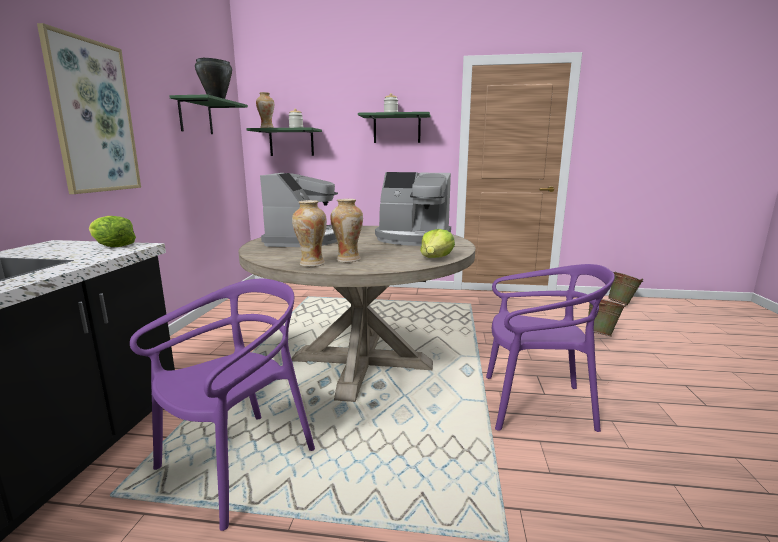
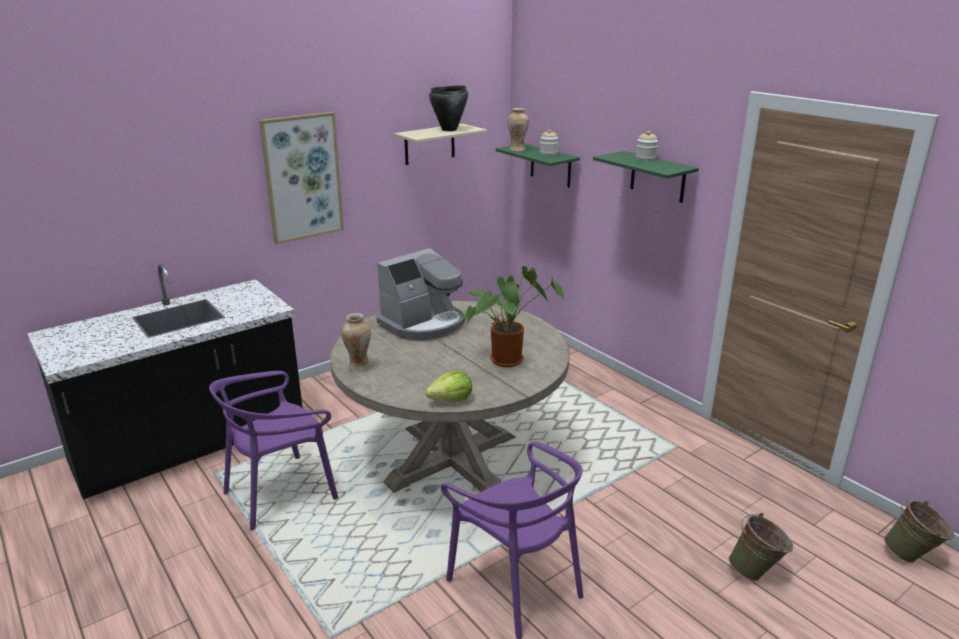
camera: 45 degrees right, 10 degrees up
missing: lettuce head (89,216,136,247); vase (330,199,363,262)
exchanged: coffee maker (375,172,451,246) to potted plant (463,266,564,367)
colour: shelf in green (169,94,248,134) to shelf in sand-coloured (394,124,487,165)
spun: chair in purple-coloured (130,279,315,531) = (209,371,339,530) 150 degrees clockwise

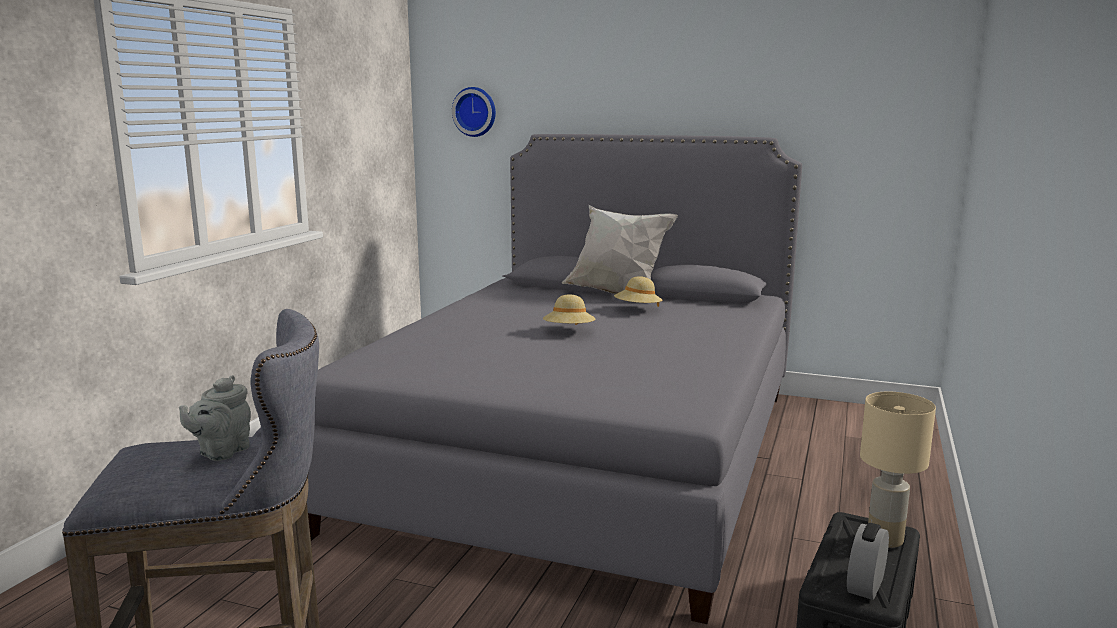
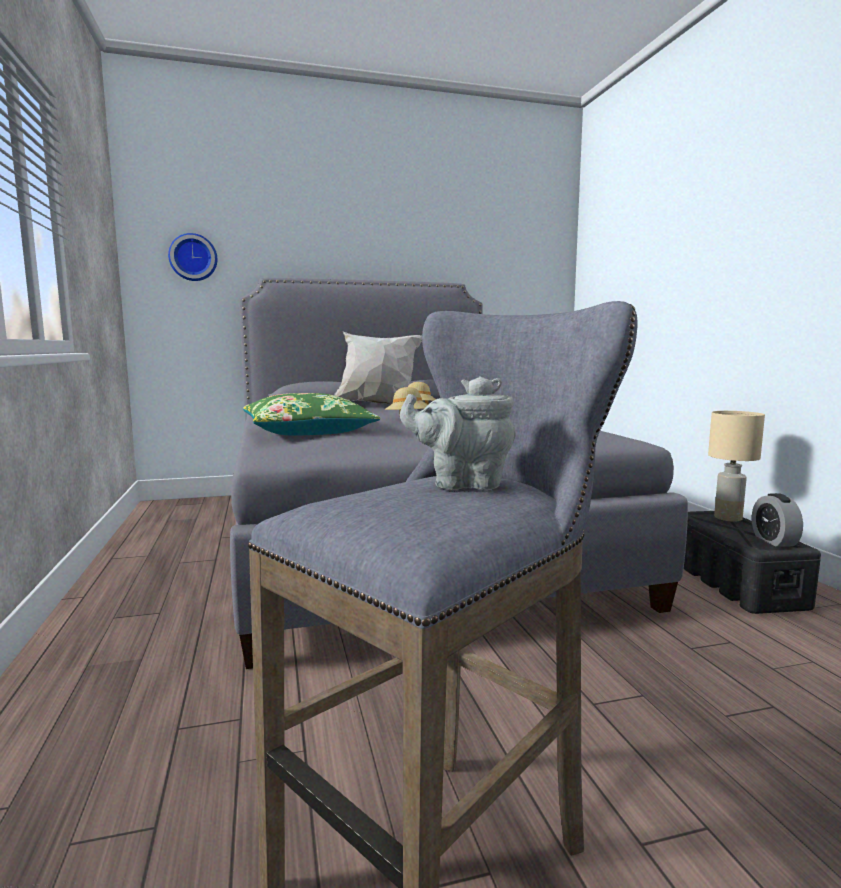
camera: 35 degrees left, 5 degrees down
appeared: throw pillow in green (243,393,380,436)
spun: tea pot in greyish (179,375,251,461) = (400,376,516,490) 105 degrees clockwise

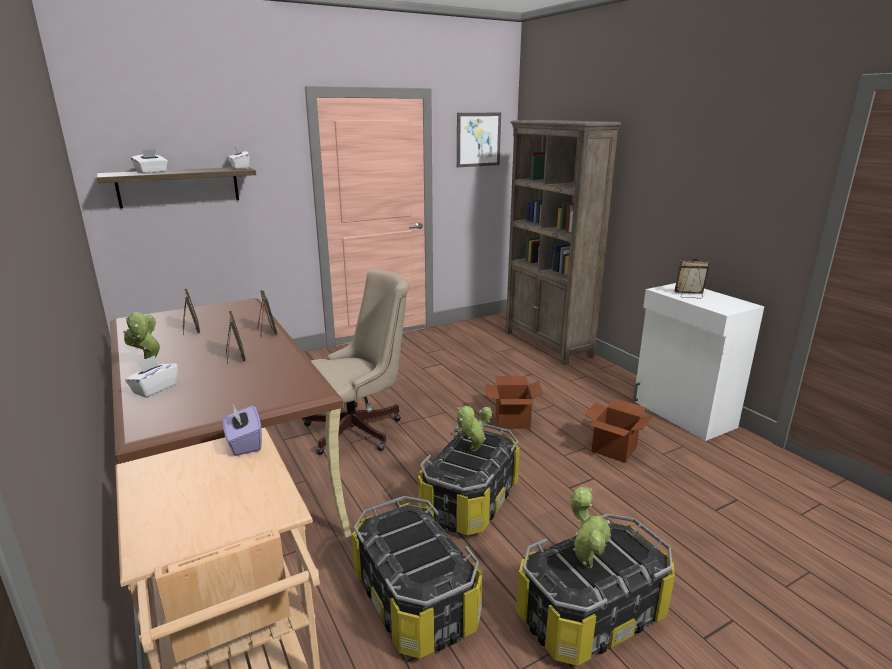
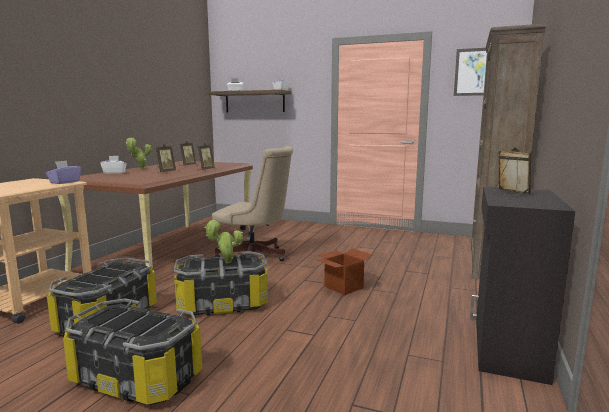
camera: 50 degrees right, 10 degrees down
missing: potted plant (571,487,611,568); carton (583,398,653,463)
colour: storage cabinet in whitish (632,283,764,441) to storage cabinet in blackish (470,187,575,385)

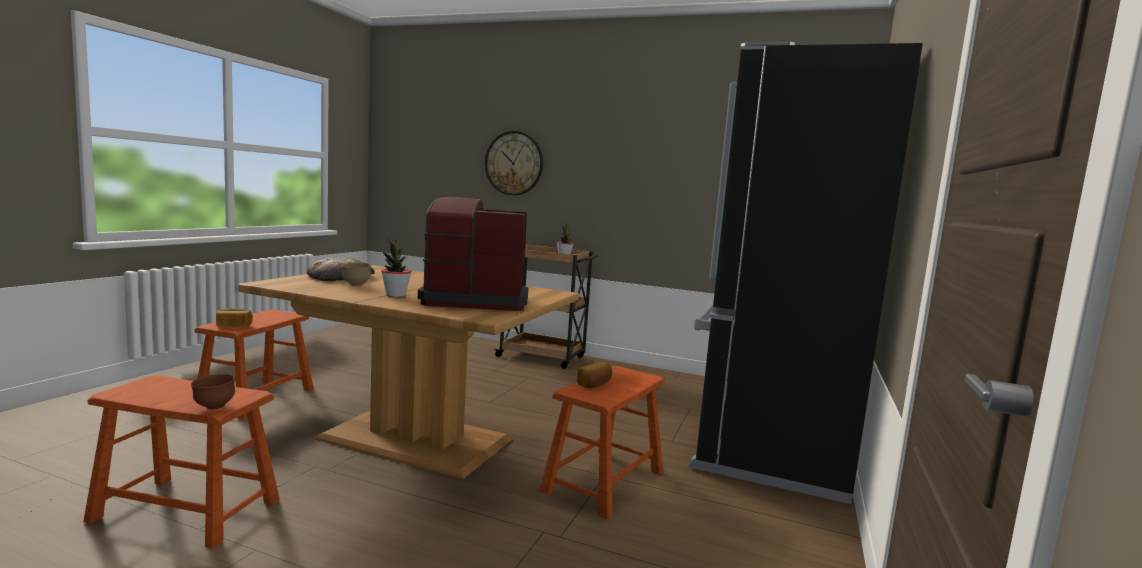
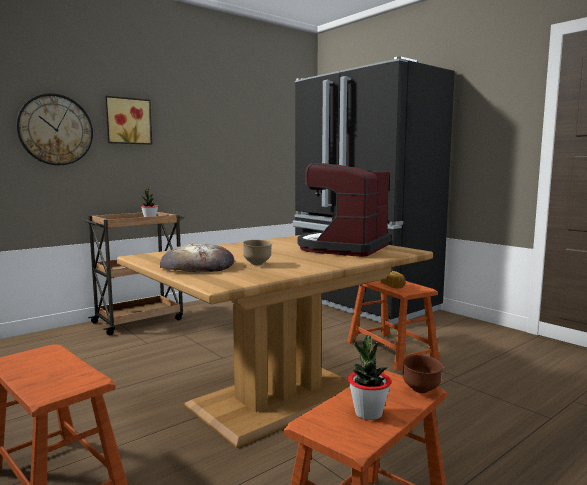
camera: 60 degrees left, 0 degrees up
missing: bakery bread (216,308,253,326)
appeared: picture (105,96,152,145)
relocated: potted plant (381,238,412,297) to (348,335,391,420)

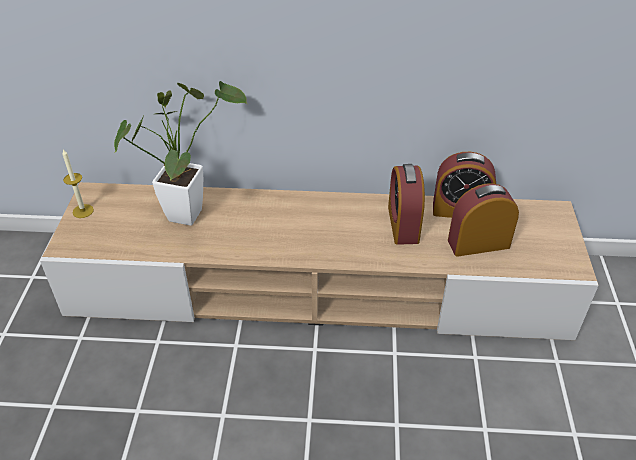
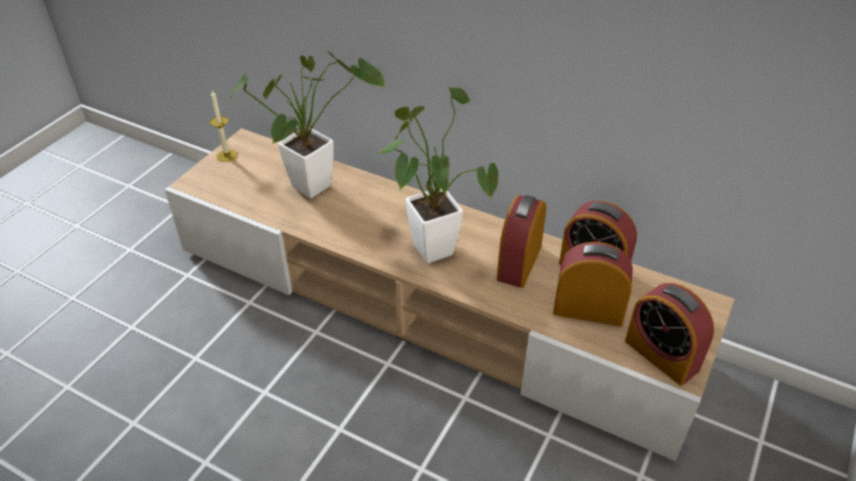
camera: 25 degrees right, 0 degrees up
appeared: potted plant (379,86,499,263); alarm clock (625,283,714,385)

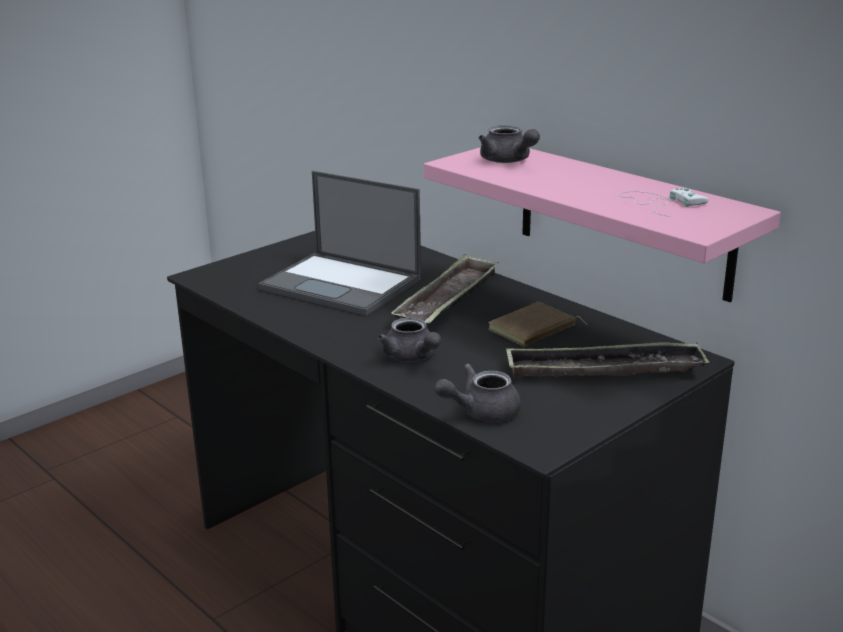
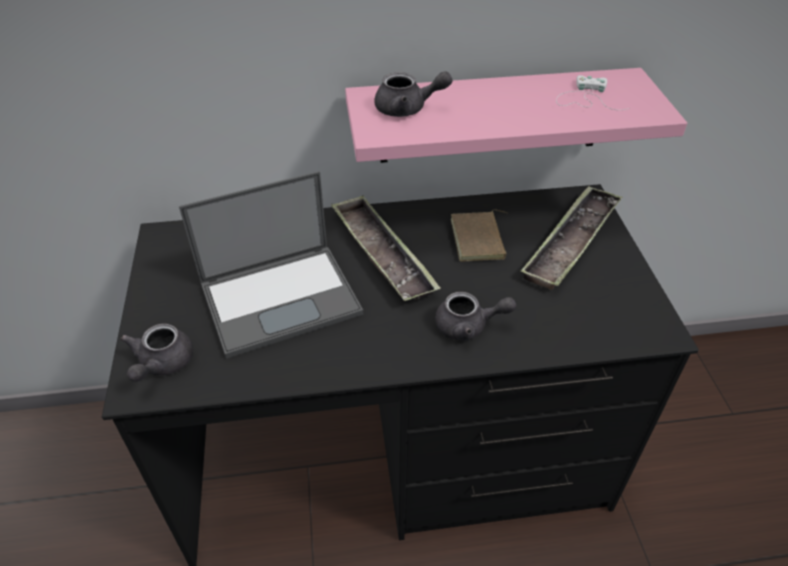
camera: 55 degrees left, 20 degrees up
relocated: tea pot in greyish (435,364,521,422) to (120,324,193,382)

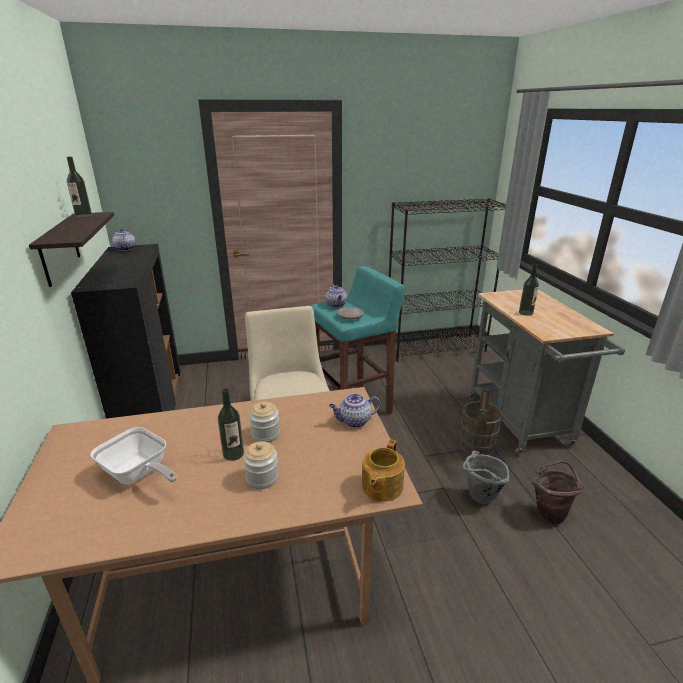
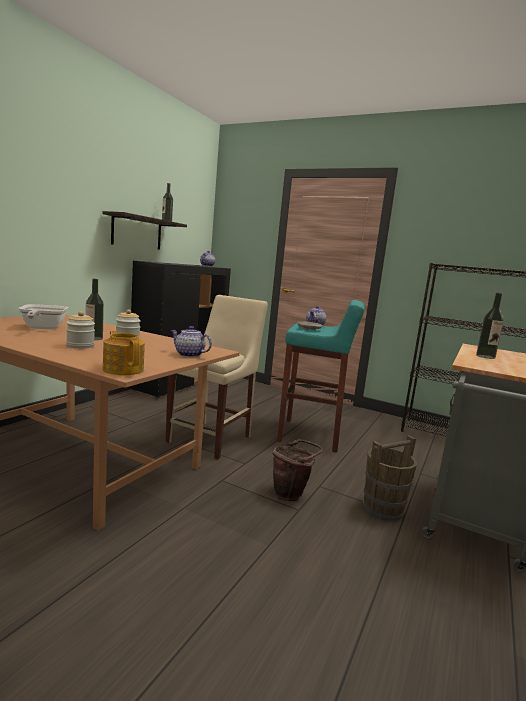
camera: 40 degrees right, 15 degrees down
missing: bucket in greyish (463,451,509,505)
relocated: bucket in brown-coloured (531,461,584,526) to (272,439,323,501)
spun: tea pot (362,439,405,502) = (103,331,145,375) 75 degrees clockwise

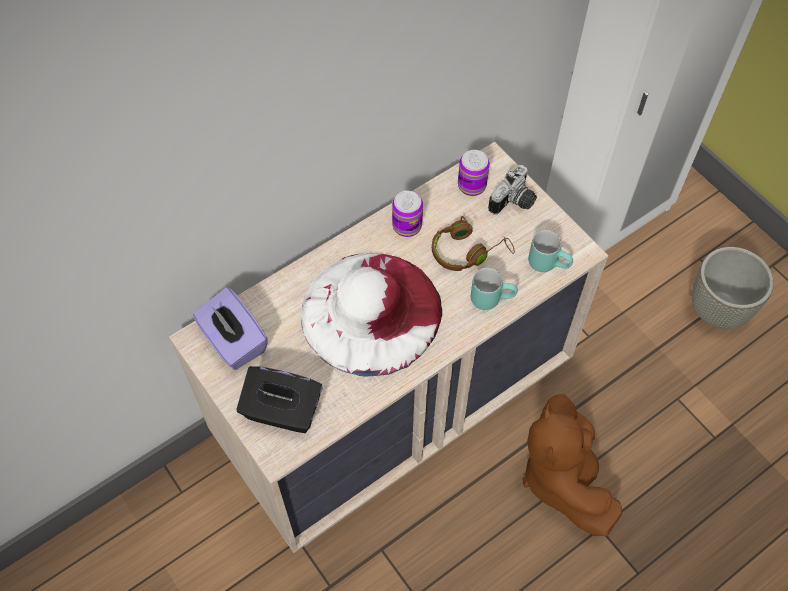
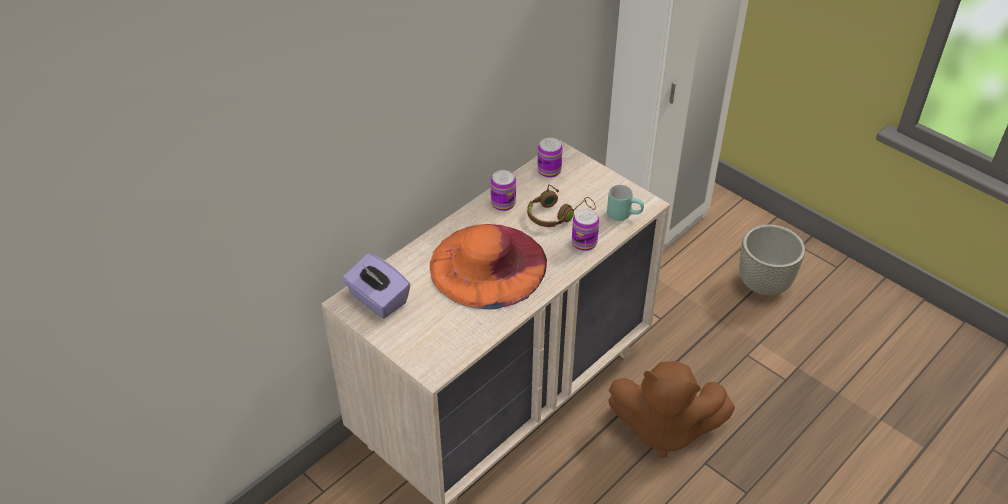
camera: 10 degrees left, 15 degrees down
missing: box of tissues in blackish (236,366,323,433); still camera (488,165,537,214)
exchanged: coffee mug in turquoise (471,268,518,310) to sealed can (572,209,599,251)
colour: hat in whitish (301,253,442,377) to hat in orange-coloured (430,224,547,310)
spun: plush toy in brown-coloured (523,394,622,536) = (608,361,735,458) 60 degrees counterclockwise

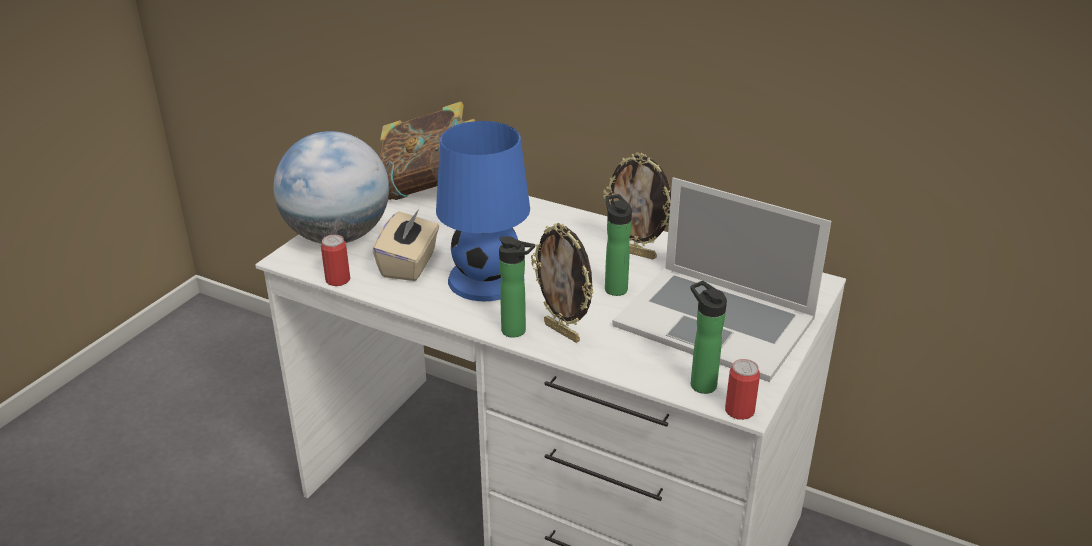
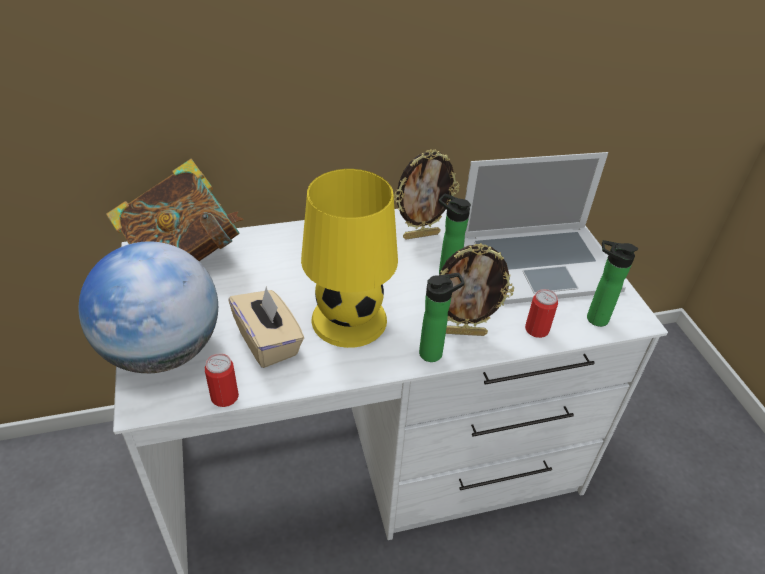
camera: 45 degrees left, 10 degrees up
relocated: sealed can (725,359,760,420) to (525,289,558,338)
colour: tabletop lamp in blue-coloured (436,121,530,301) to tabletop lamp in yellow (301,169,398,348)

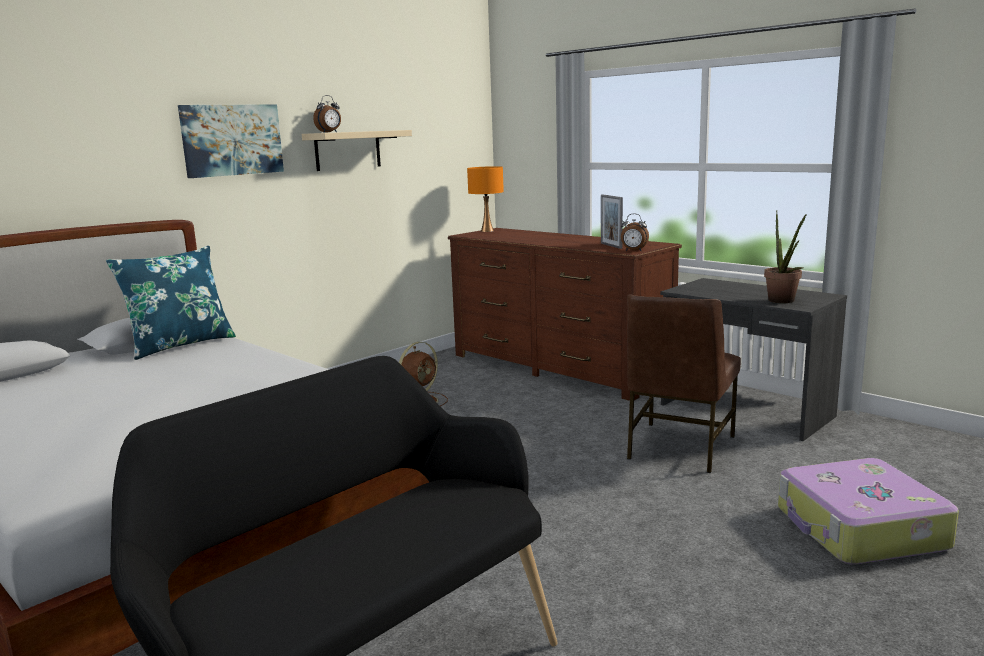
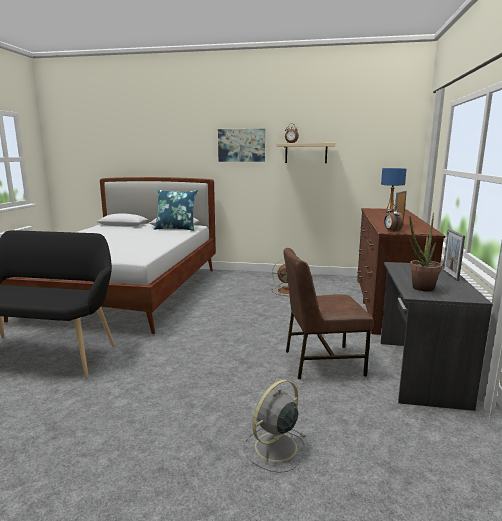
camera: 55 degrees right, 0 degrees up
appeared: picture frame (442,229,465,281)
exchanged: piece of luggage (778,458,959,565) to electric fan in greyish (244,380,305,473)
colour: tabletop lamp in orange-coloured (467,166,504,232) to tabletop lamp in blue-coloured (381,168,406,210)

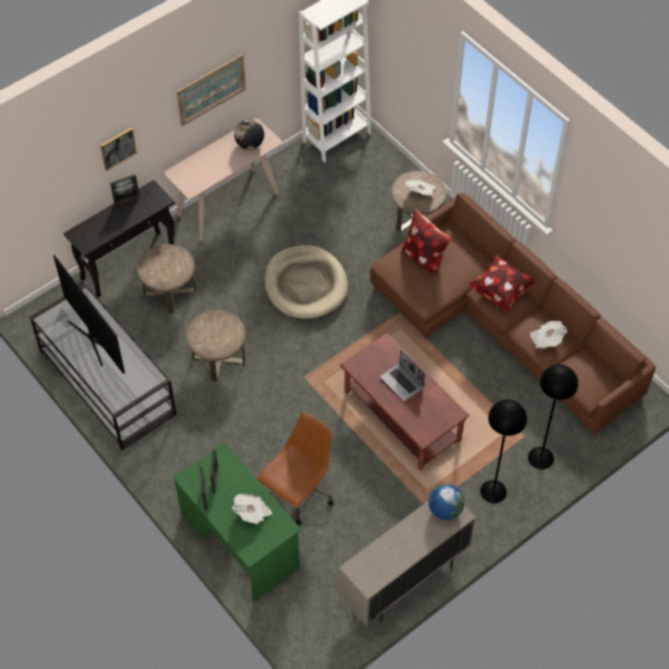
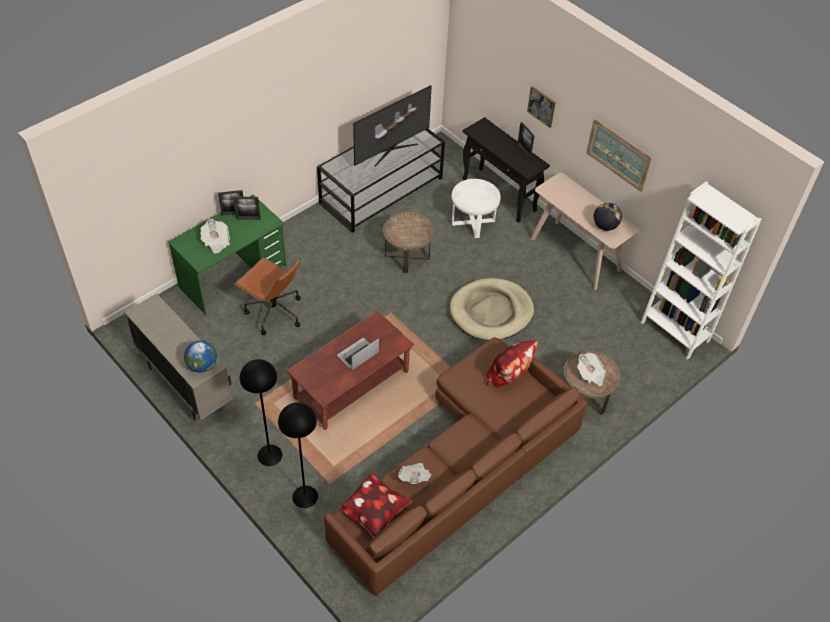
camera: 85 degrees right, 5 degrees down
relocated: throw pillow (469,255,534,311) to (339,473,413,537)
colour: end table in brown-coloured (137,244,196,313) to end table in whitish (452,179,501,238)

